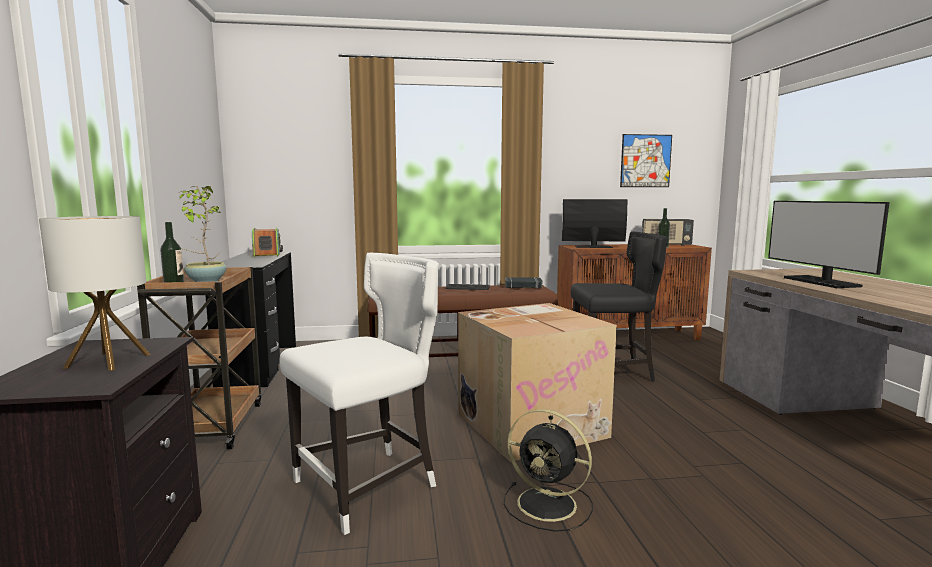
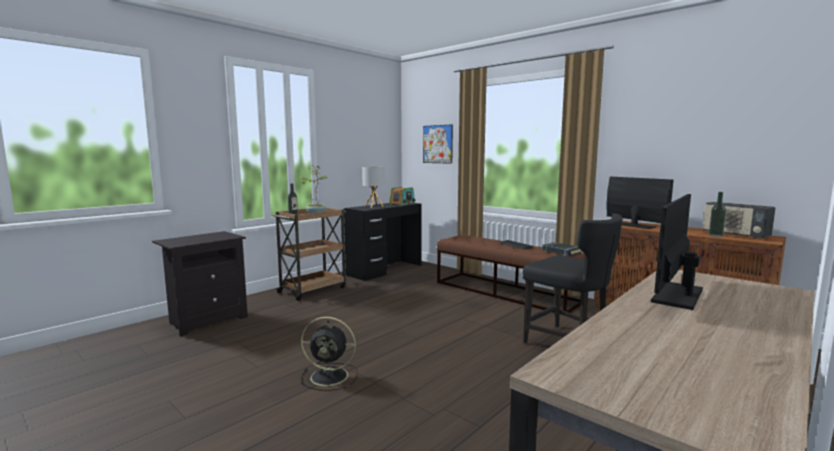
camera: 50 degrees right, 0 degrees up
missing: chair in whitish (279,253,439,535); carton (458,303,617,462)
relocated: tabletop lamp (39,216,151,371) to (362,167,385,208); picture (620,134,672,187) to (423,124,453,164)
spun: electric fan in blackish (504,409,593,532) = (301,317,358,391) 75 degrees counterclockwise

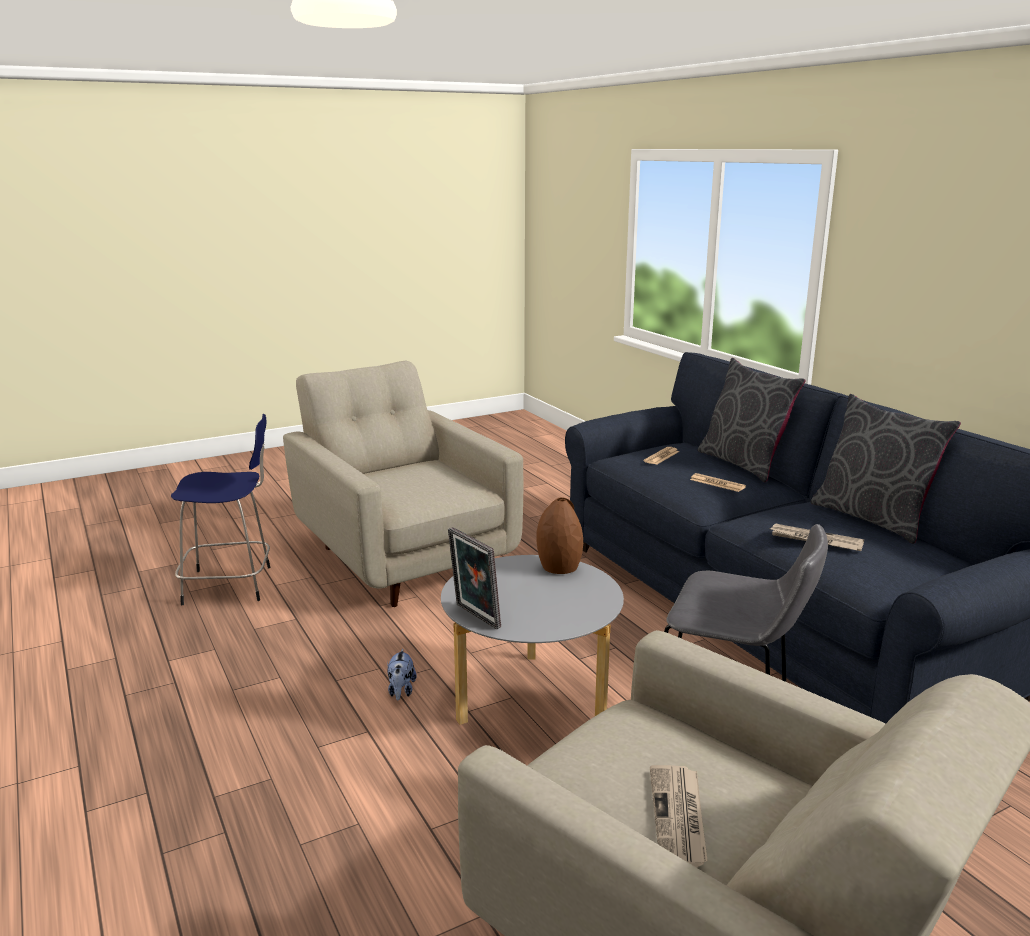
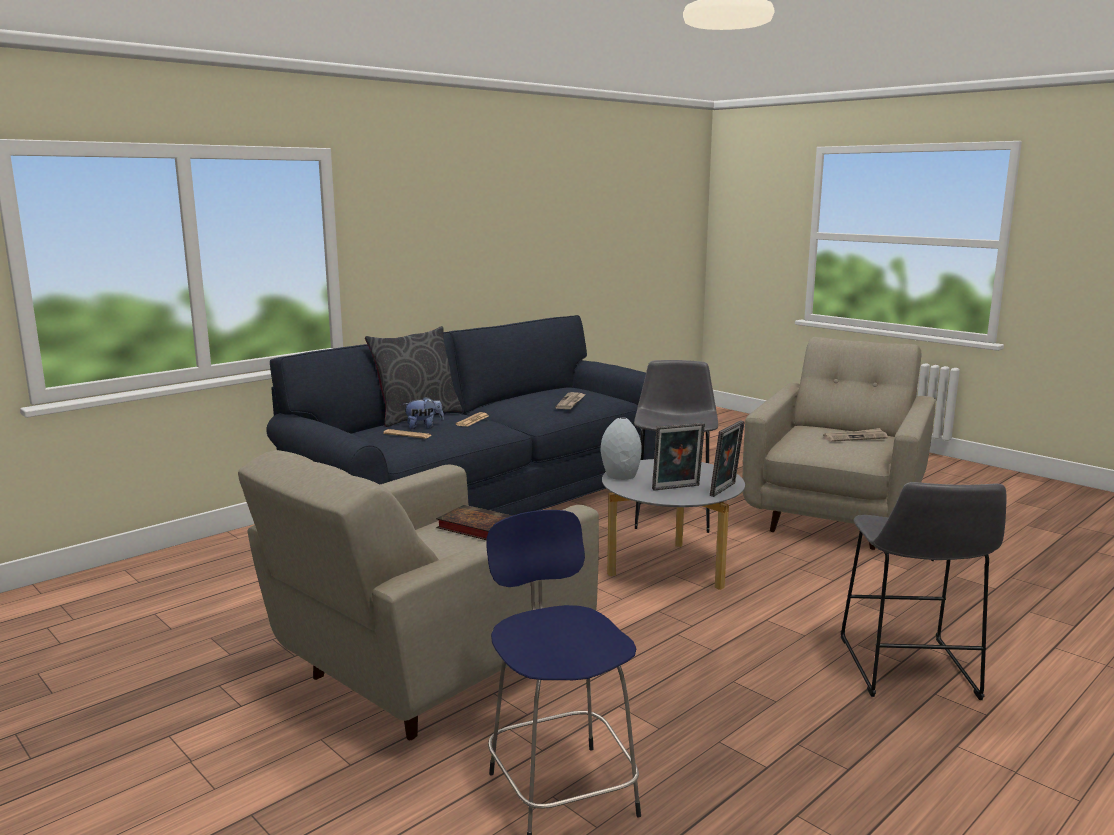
camera: 105 degrees left, 5 degrees down
missing: throw pillow in greyish (810,394,961,544)
appeared: book (436,505,512,540); picture frame (652,422,705,491); sitting stool in greyish (840,482,1007,700)
relocated: plush toy (387,649,417,700) to (403,396,444,429)
colour: vase in brown-coloured (536,497,583,574) to vase in greyish (601,417,642,480)

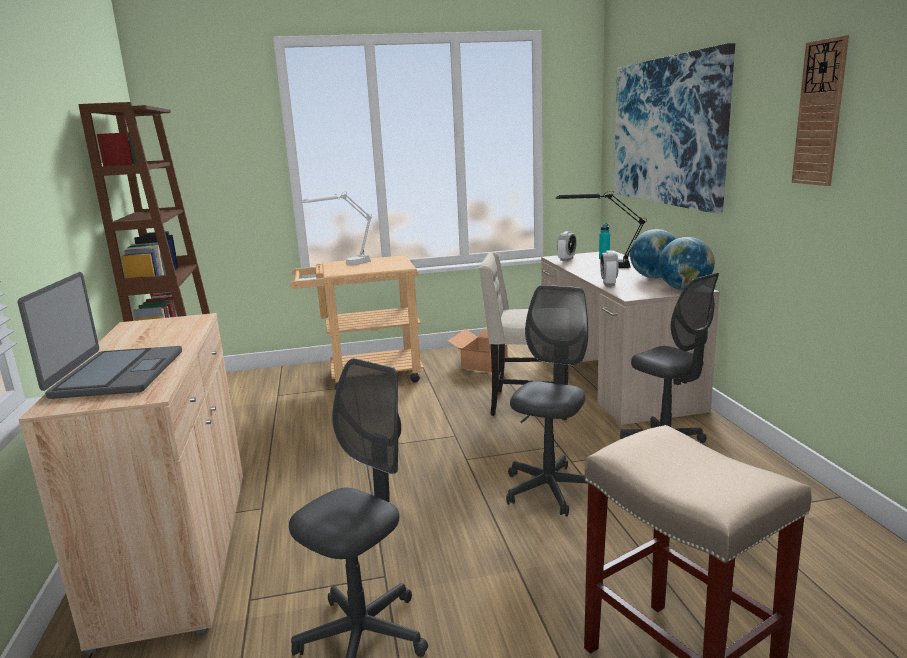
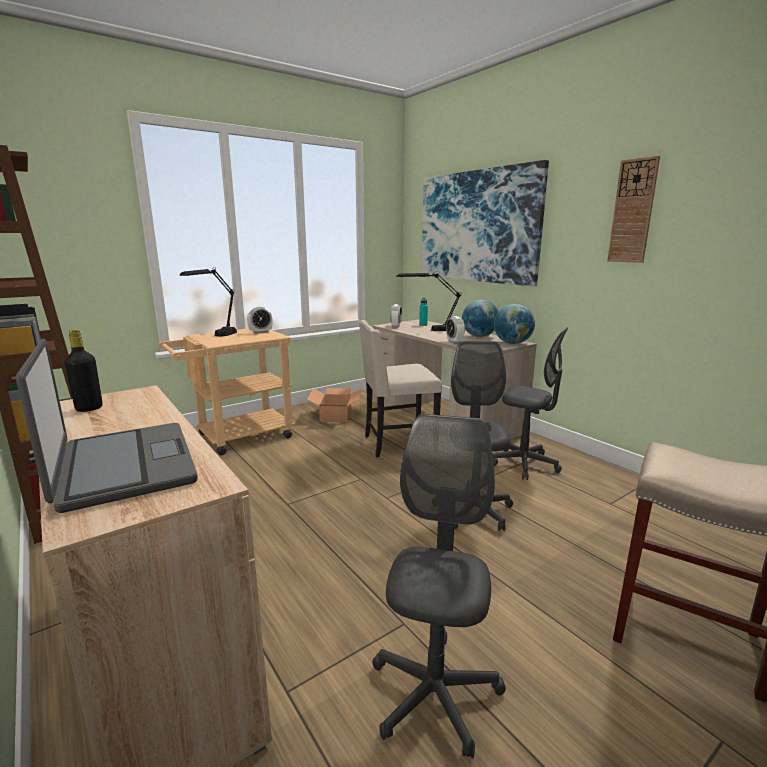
camera: 25 degrees left, 0 degrees up
appeared: drink bottle in blackish (64,329,102,412); alarm clock (247,306,272,334)
colour: tabletop lamp in whitish (302,192,372,265) to tabletop lamp in blackish (180,267,237,336)

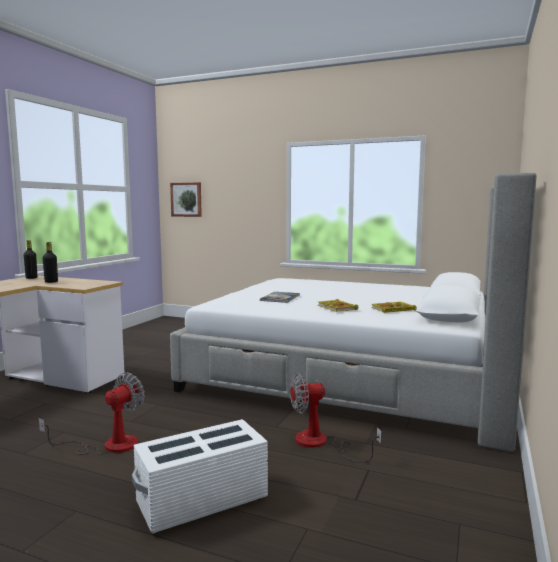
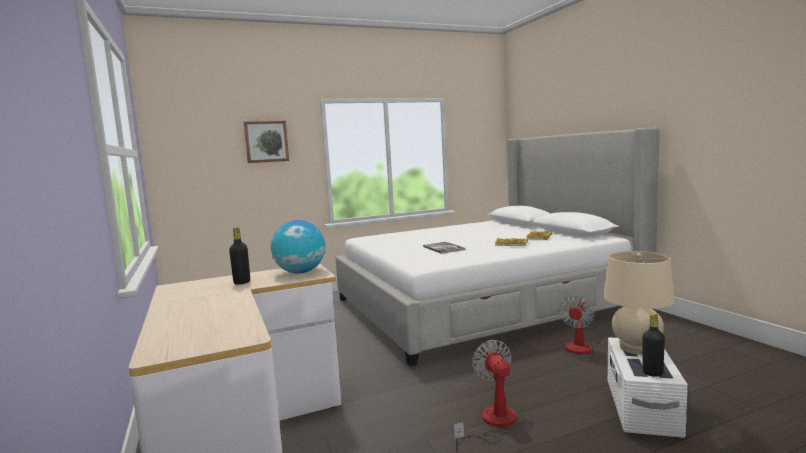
camera: 45 degrees left, 0 degrees up
appeared: desk globe (271,220,325,274); tabletop lamp in sand-coloured (603,251,675,355)
relocated: drink bottle in blackish (24,240,37,279) to (642,313,665,377); picture (170,182,202,217) to (244,121,289,163)

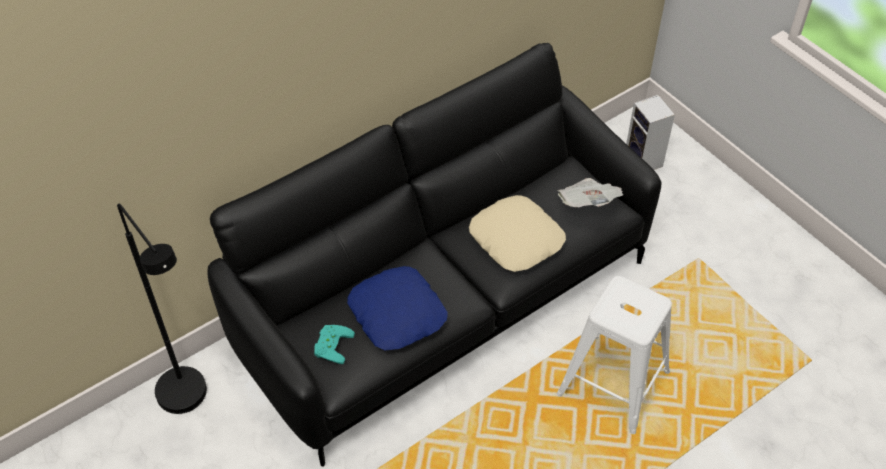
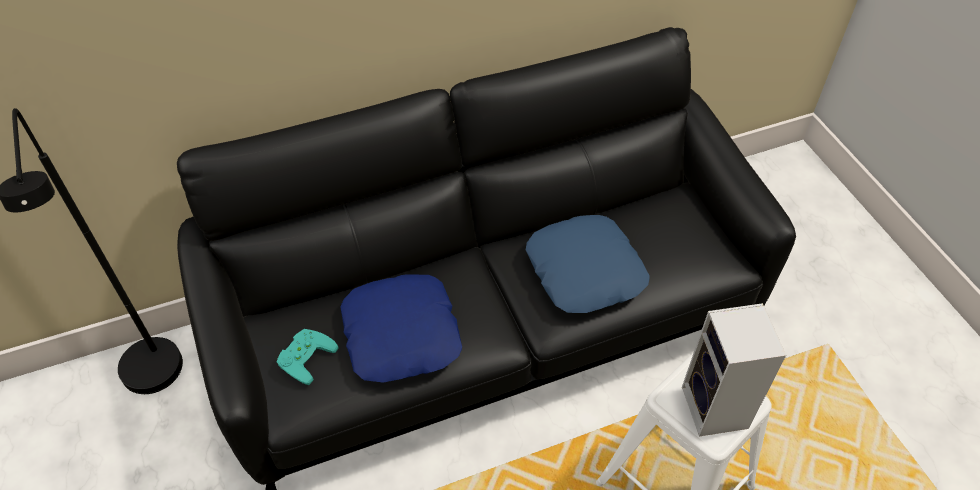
camera: 15 degrees right, 0 degrees up
missing: daily paper (557,178,623,207)
relocated: audio speaker (626,95,675,170) to (682,303,786,436)
colour: throw pillow in sand-coloured (469,195,566,272) to throw pillow in blue-coloured (526,215,650,313)

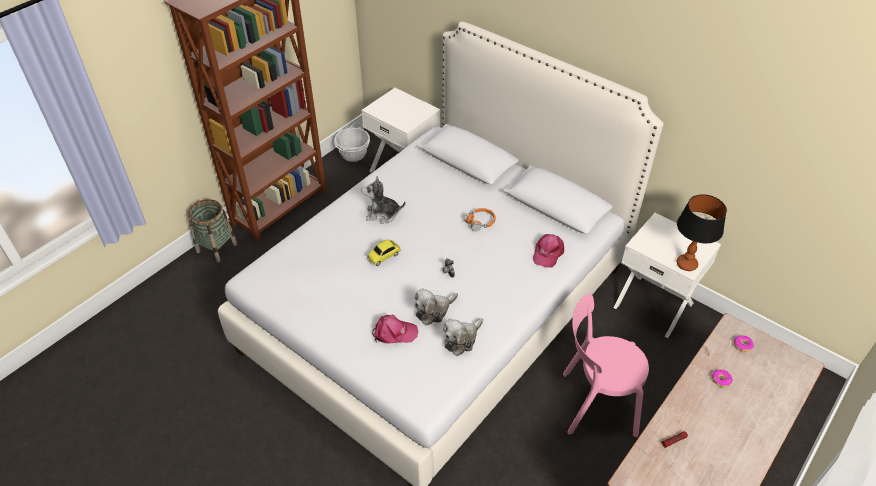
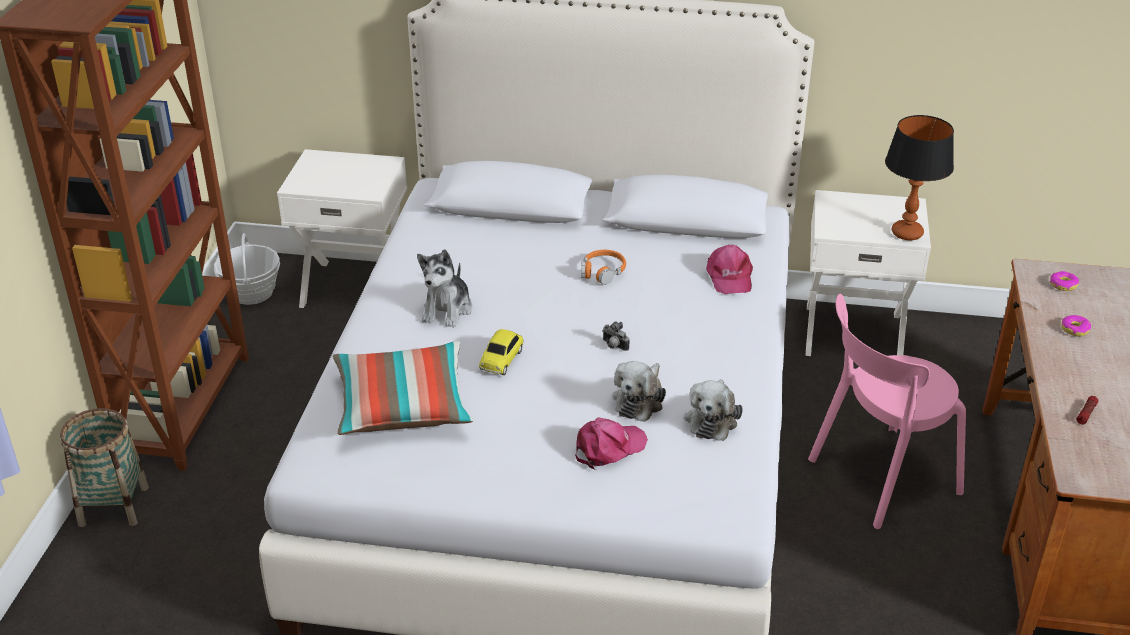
camera: 30 degrees left, 10 degrees down
appeared: throw pillow (333,341,473,435)
spun: plush toy (361,176,406,224) = (417,249,472,328) 45 degrees counterclockwise

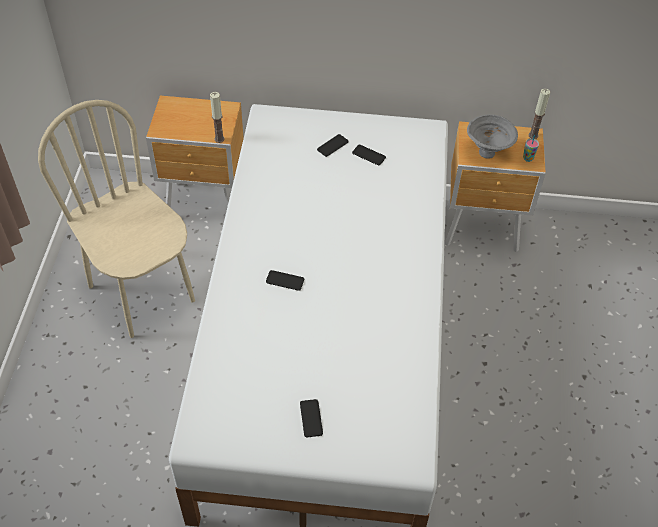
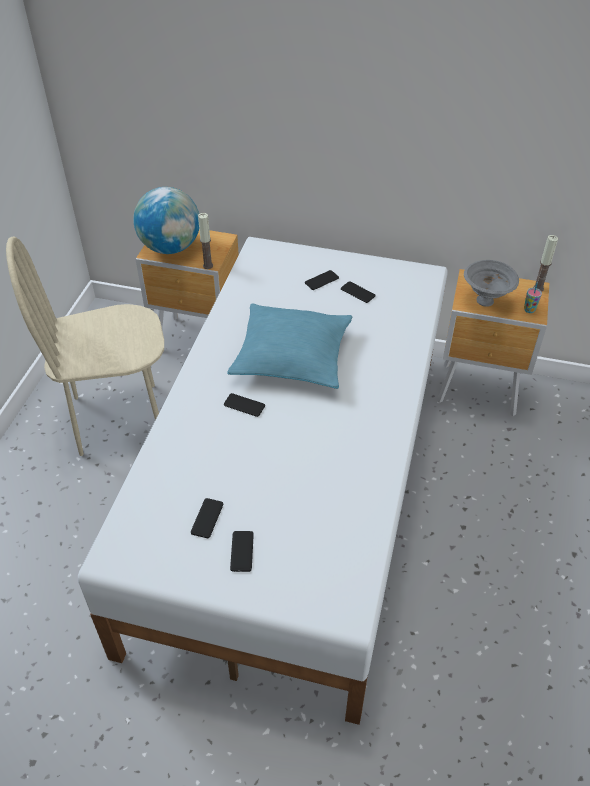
camera: 10 degrees right, 5 degrees down
appeared: desk globe (133,187,199,254); telephone (191,498,223,538); throw pillow in turquoise (227,303,352,389)
spun: chair in sand-coloured (38,100,195,338) = (6,237,164,456) 75 degrees counterclockwise

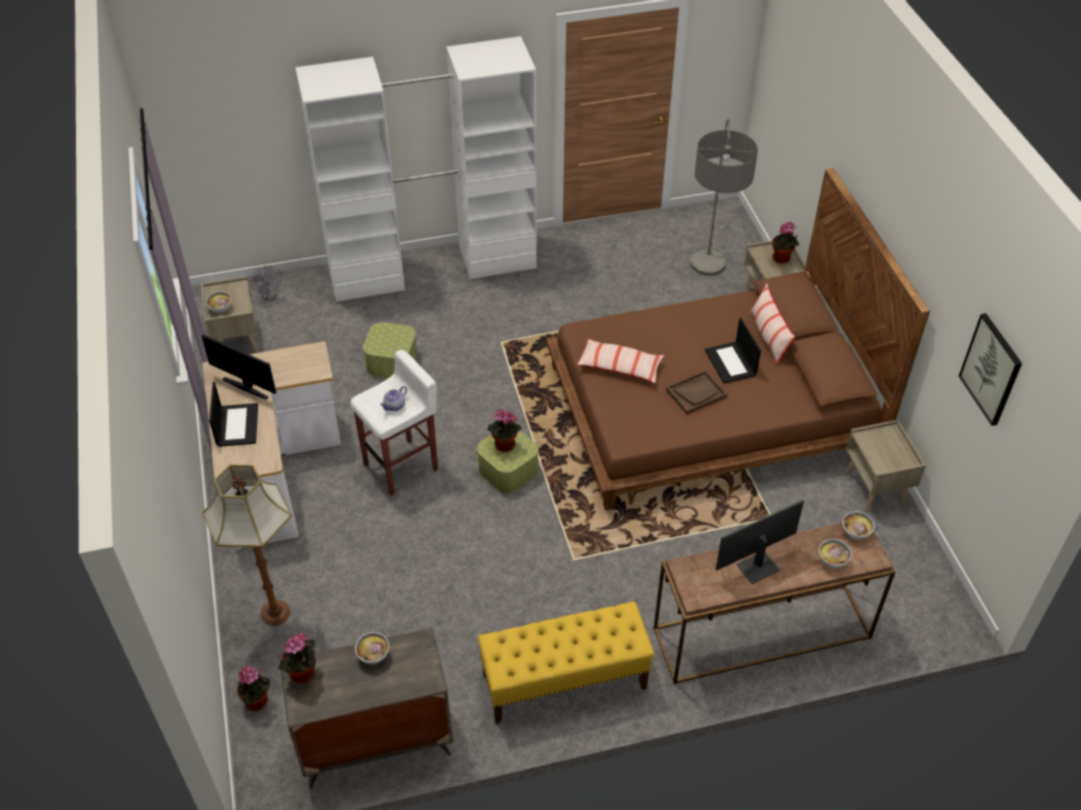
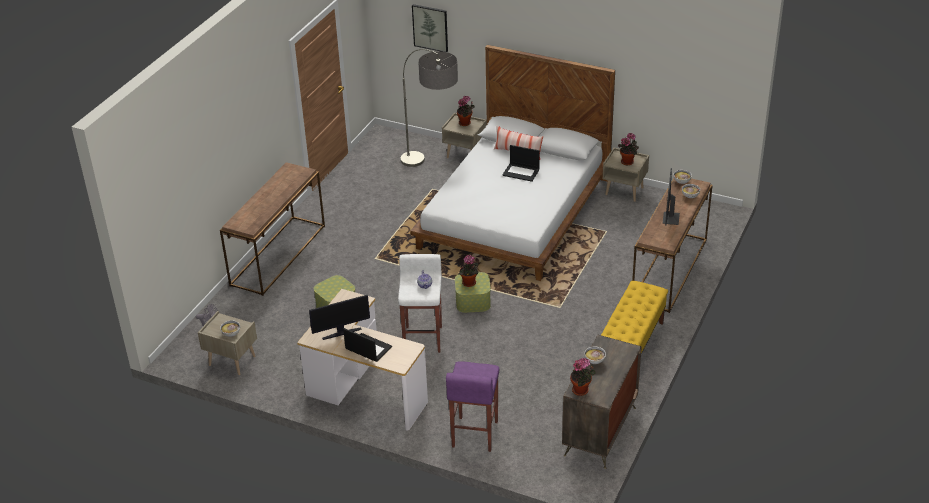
camera: 50 degrees left, 10 degrees down
missing: throw pillow (577,339,664,383); carrying tray in brown-coloured (666,370,727,414)
relocated: potted plant (237,666,270,711) to (618,133,639,165); picture (959,313,1022,426) to (412,4,448,52)
exchanged: standing lamp (202,464,292,626) to sitting stool in purple-coloured (446,362,499,452); armoire in whitish (295,36,537,302) to console table in brown-coloured (220,162,325,296)
colour: bedroom bed in brown-coloured (546,168,930,510) to bedroom bed in whitish (410,45,615,281)

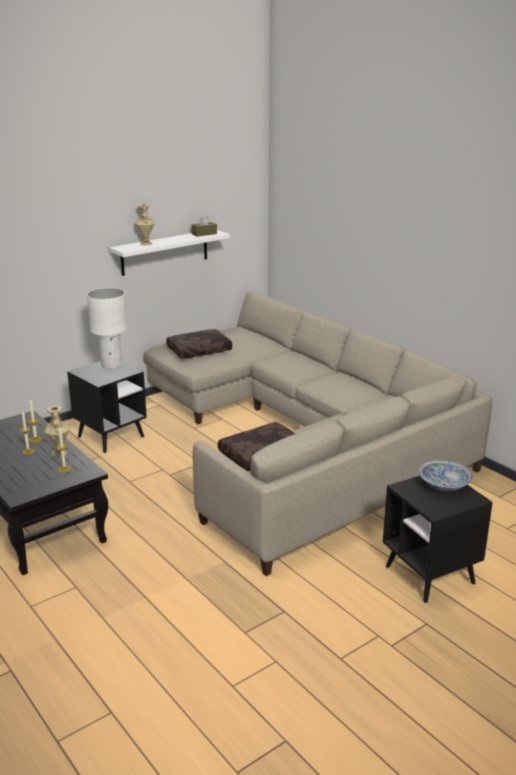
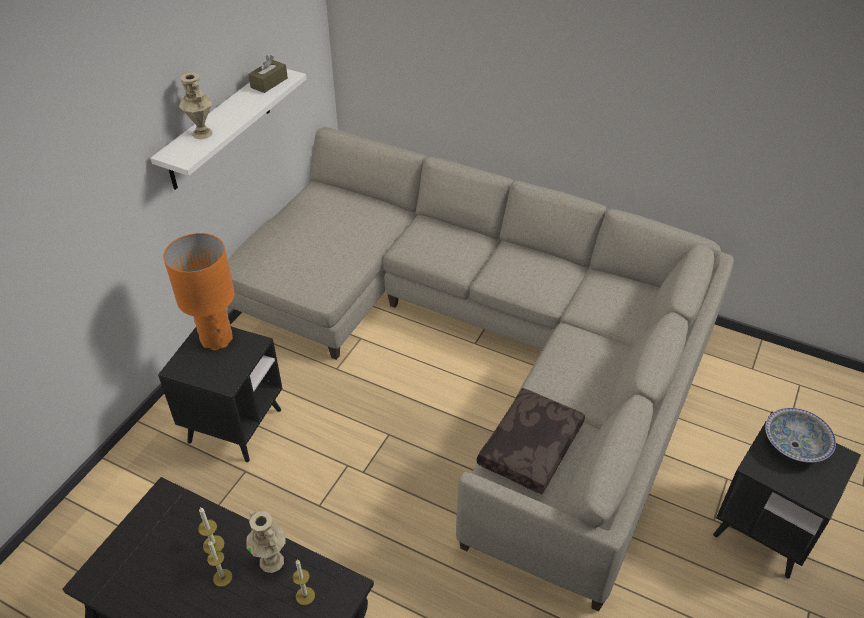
camera: 25 degrees left, 20 degrees up
missing: throw pillow in brown-coloured (166,329,232,359)
colour: tabletop lamp in whitish (87,288,127,369) to tabletop lamp in orange-coloured (163,233,235,350)

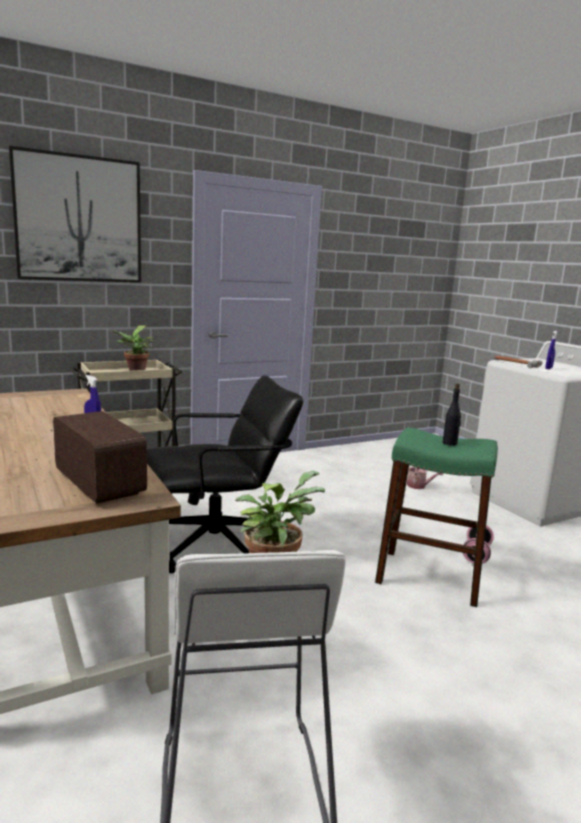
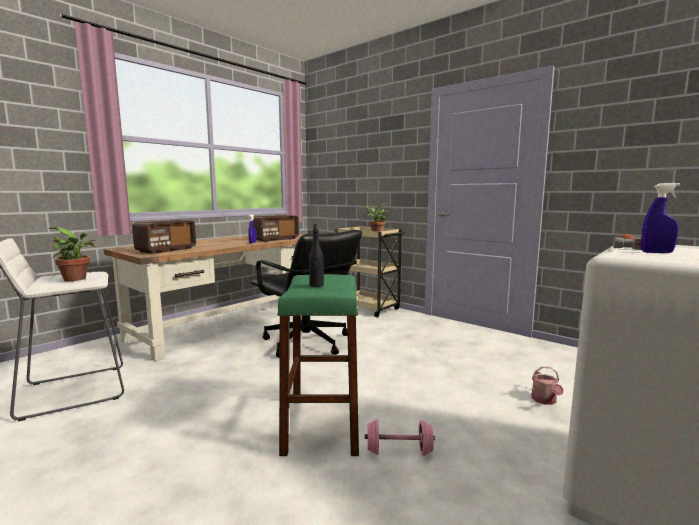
camera: 70 degrees right, 5 degrees down
missing: picture (9,146,141,283)
appeared: radio (253,215,299,241)

